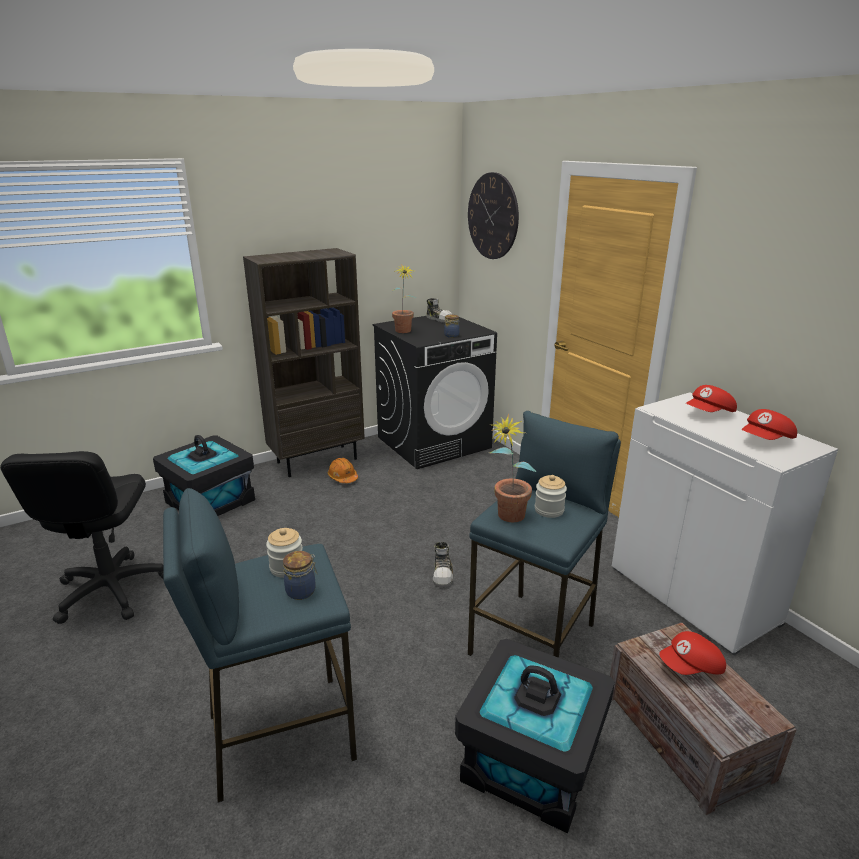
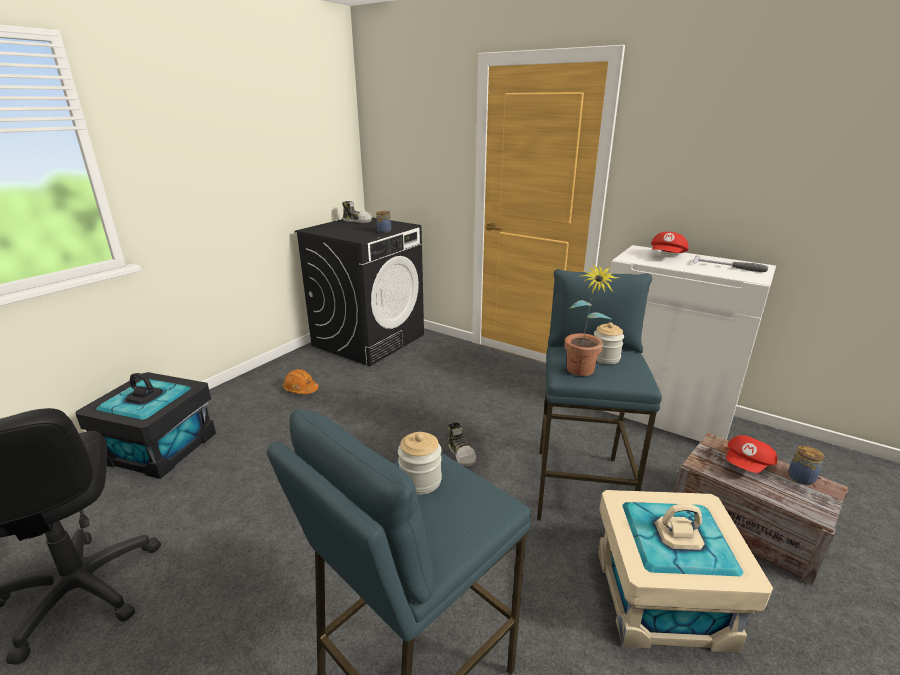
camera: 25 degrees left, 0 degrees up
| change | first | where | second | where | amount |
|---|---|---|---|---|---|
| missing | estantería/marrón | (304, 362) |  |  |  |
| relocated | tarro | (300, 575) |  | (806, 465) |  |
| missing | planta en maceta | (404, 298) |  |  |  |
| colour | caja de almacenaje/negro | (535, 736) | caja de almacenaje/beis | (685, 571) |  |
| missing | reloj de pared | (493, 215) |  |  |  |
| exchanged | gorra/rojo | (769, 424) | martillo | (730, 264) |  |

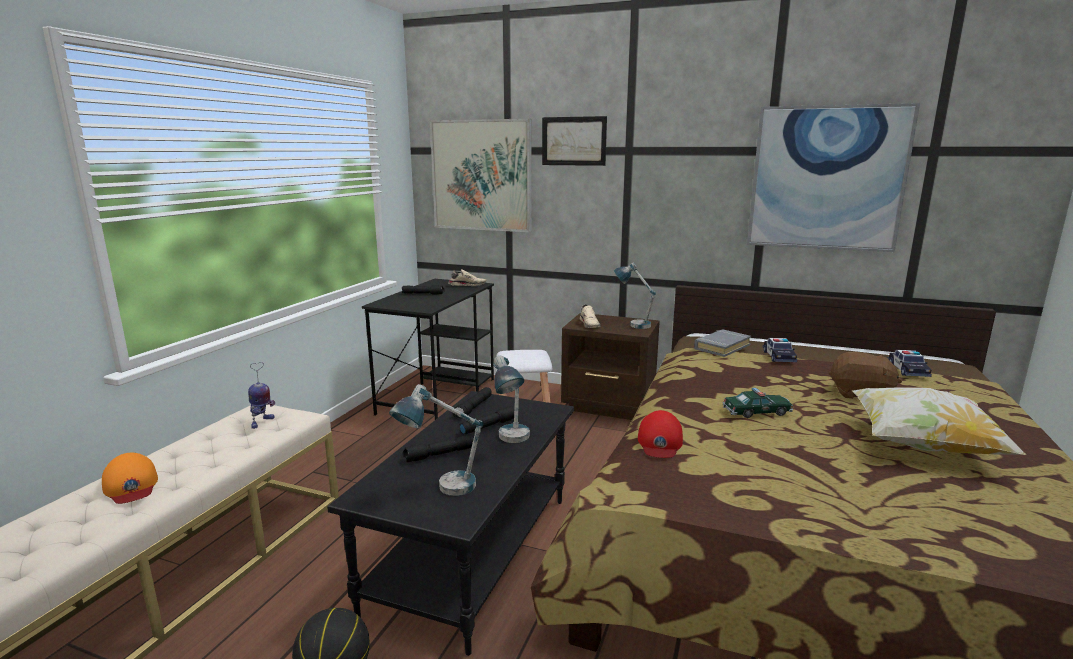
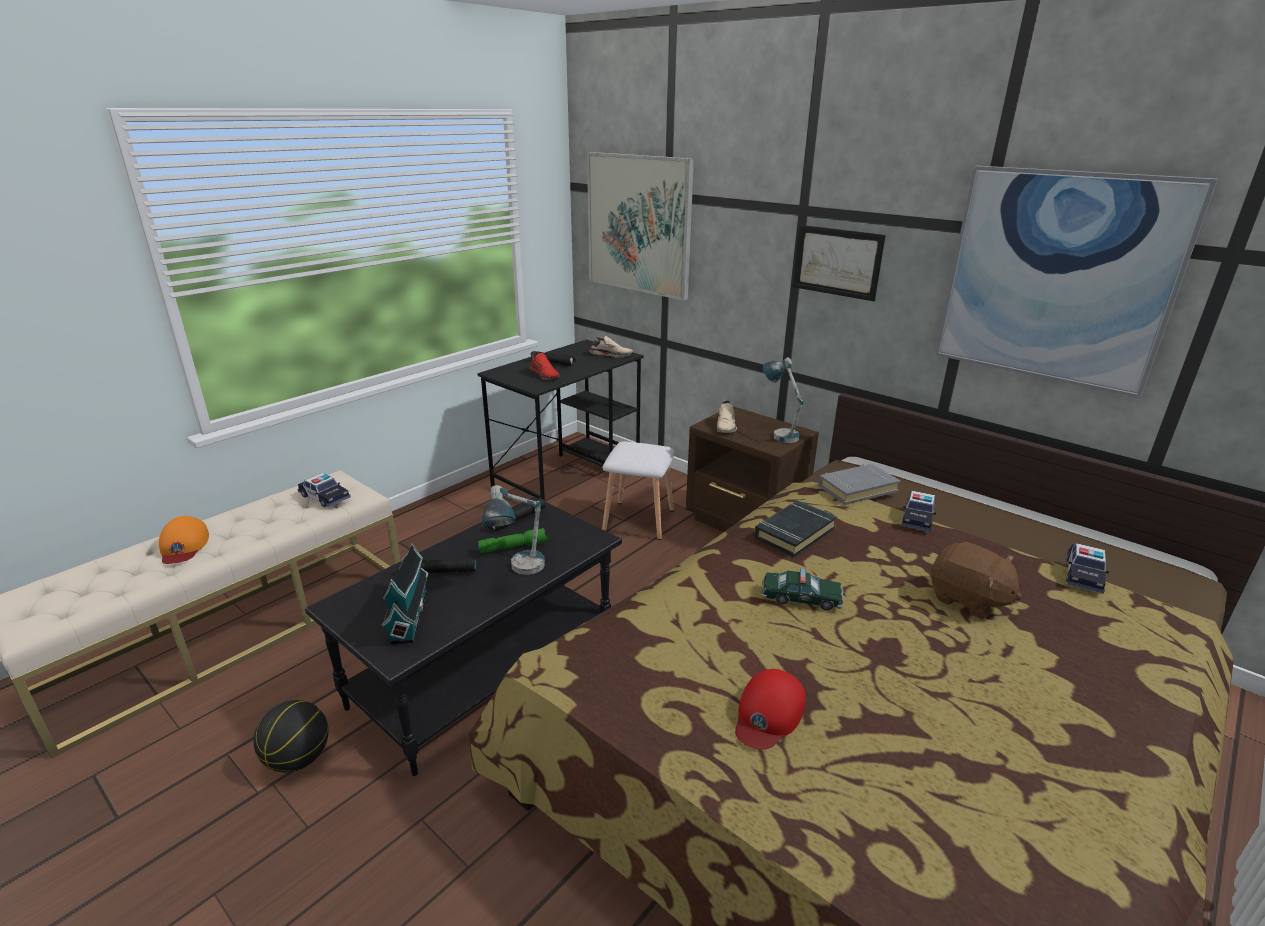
camera: 20 degrees right, 10 degrees up
| change | first | where | second | where | amount |
|---|---|---|---|---|---|
| exchanged | robot de juguete | (261, 395) | coche de juguete | (323, 490) |  |
| exchanged | lámpara de mesa | (436, 440) | casita | (405, 594) |  |
| colour | linterna/negro | (487, 420) | linterna/verde | (512, 540) |  |
| relocated | cuadro | (574, 141) |  | (839, 263) |  |
| relocated | gorra/rojo | (660, 434) |  | (770, 709) |  |
| missing | cojín | (938, 421) |  |  |  |
| appeared |  |  | zapato/rojo | (545, 366) |  |
| appeared |  |  | libro/negro | (795, 528) |  |

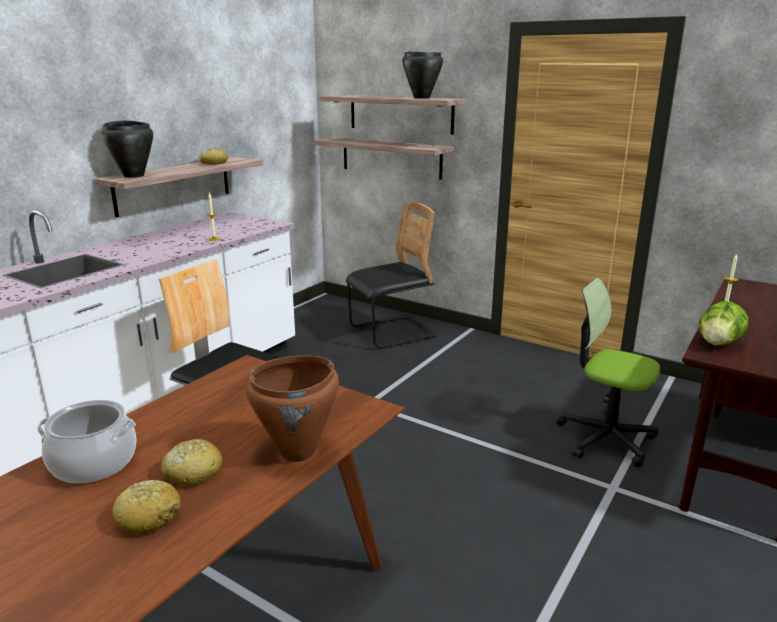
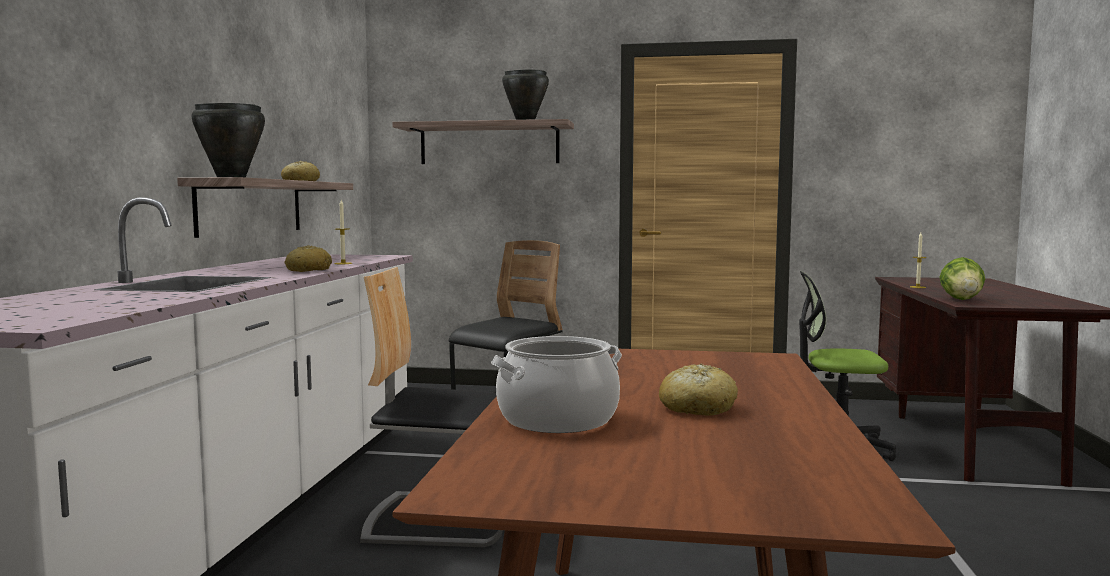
camera: 25 degrees left, 15 degrees down
| change | first | where | second | where | amount |
|---|---|---|---|---|---|
| relocated | pan | (146, 506) |  | (308, 258) |  |
| missing | olla/marrón | (292, 408) |  |  |  |
| missing | estante | (383, 158) |  |  |  |

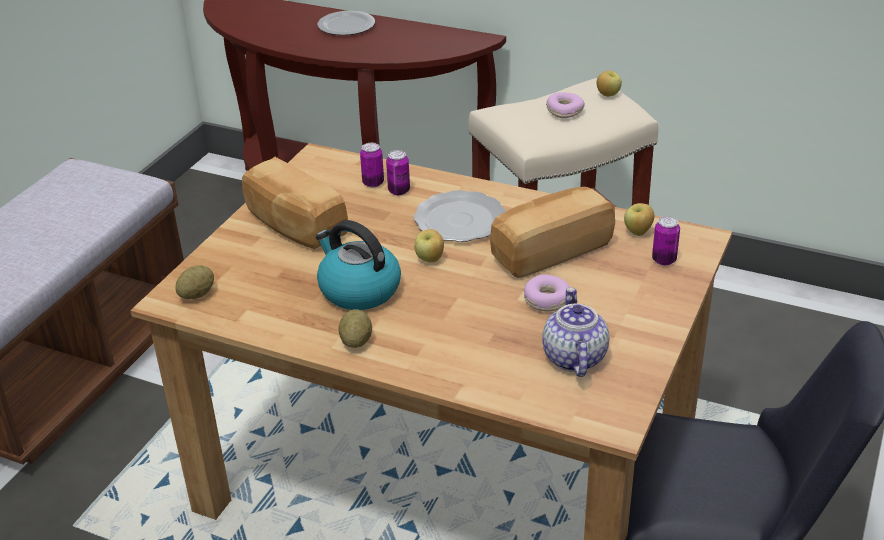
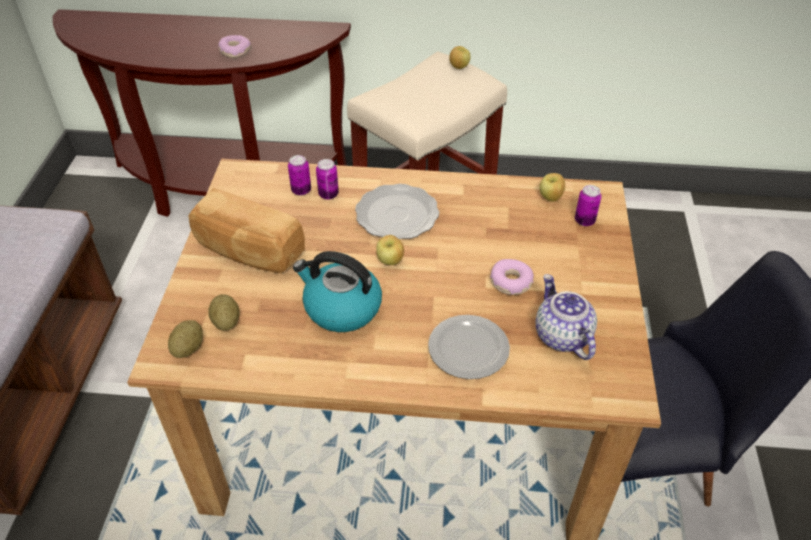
camera: 20 degrees left, 10 degrees up
| change | first | where | second | where | amount |
|---|---|---|---|---|---|
| relocated | plato | (346, 23) |  | (469, 347) |  |
| relocated | patata | (355, 328) |  | (224, 312) |  |
| missing | pan | (552, 232) |  |  |  |
| relocated | rosquilla | (565, 105) |  | (234, 46) |  |

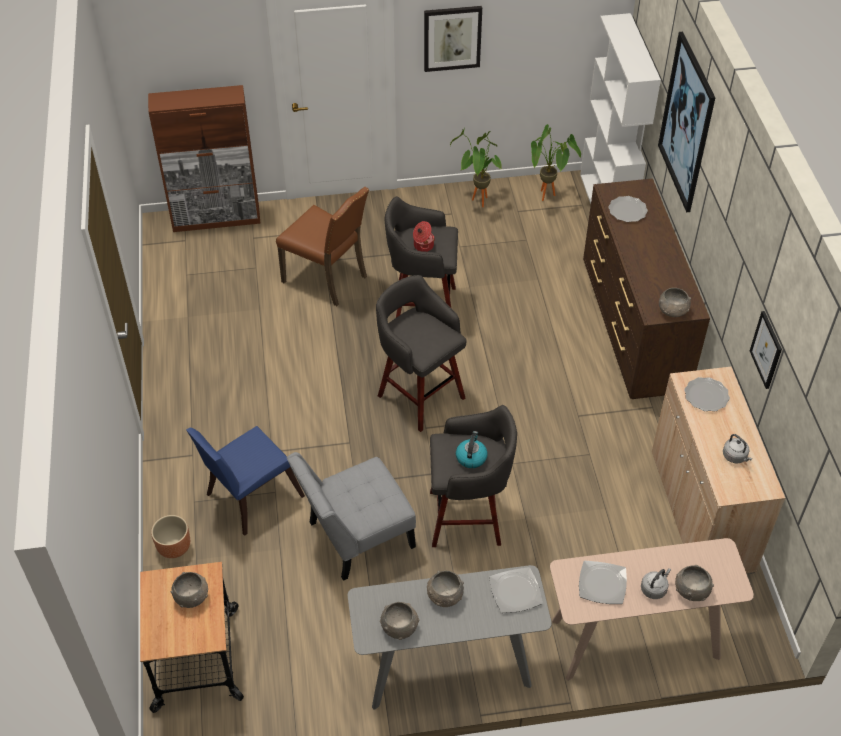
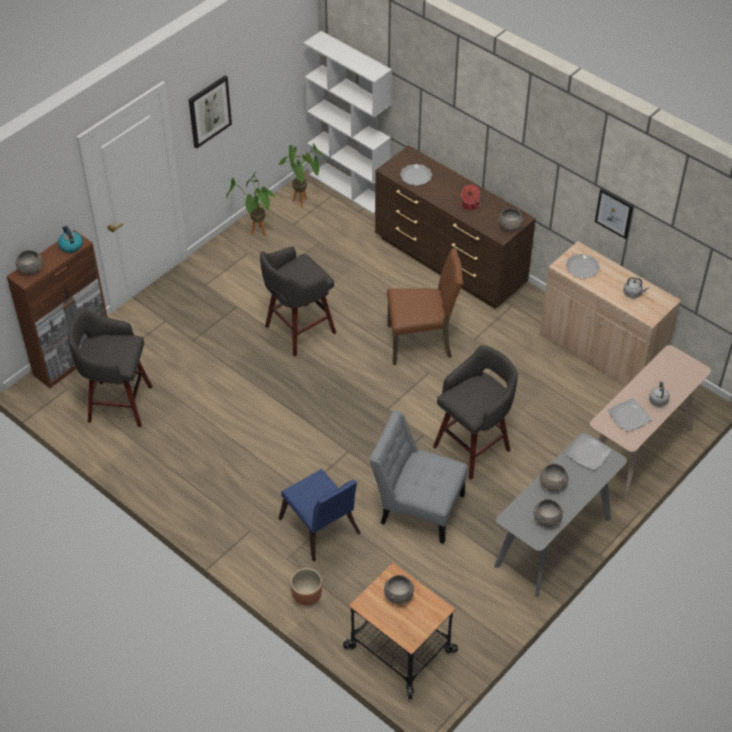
camera: 40 degrees left, 0 degrees up
| change | first | where | second | where | amount |
|---|---|---|---|---|---|
| spun | silla/azul | (245, 481) |  | (319, 515) | 45 degrees counterclockwise |
| relocated | silla/marrón | (322, 246) |  | (425, 306) |  |
| spun | silla/gris | (351, 516) |  | (418, 477) | 90 degrees clockwise |
| relocated | taburete/gris | (421, 353) |  | (110, 367) |  |
| relocated | olla | (424, 236) |  | (471, 197) |  |
| relocated | hervidor | (472, 449) |  | (70, 239) |  |
| missing | cuadro | (686, 122) |  |  |  |
| relocated | cuenco/gris | (694, 583) |  | (29, 262) |  |

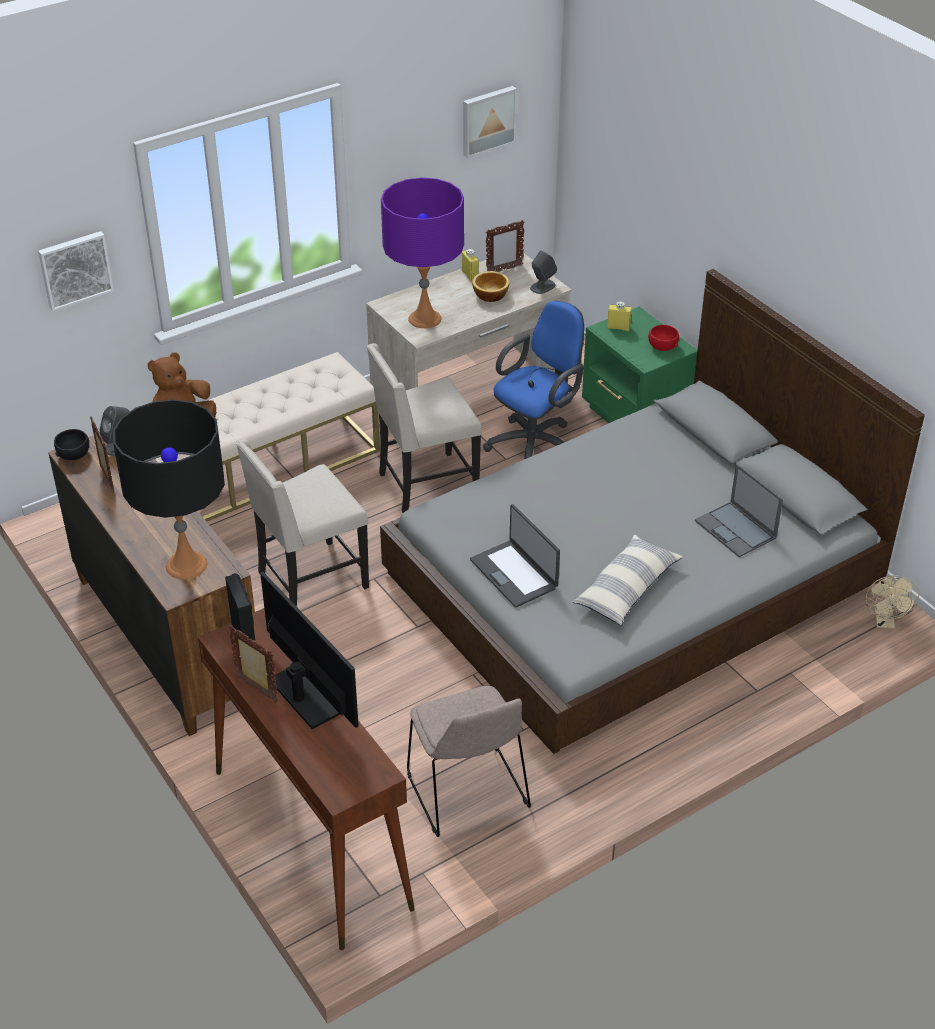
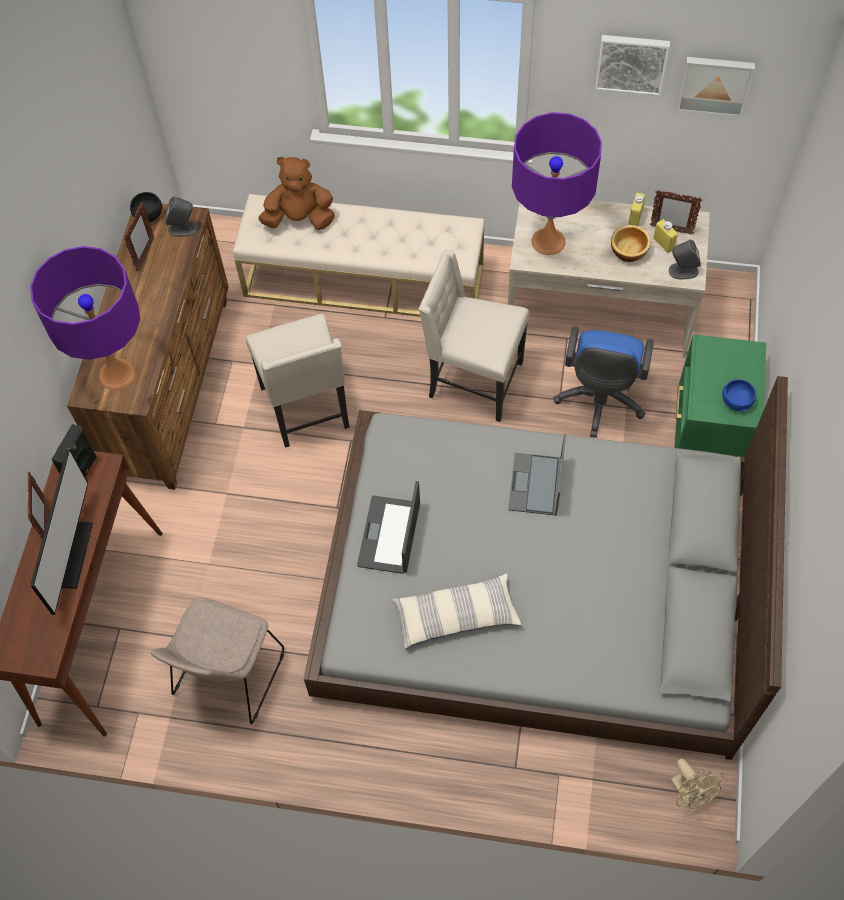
camera: 45 degrees right, 20 degrees up
| change | first | where | second | where | amount |
|---|---|---|---|---|---|
| relocated | cuadro | (76, 271) |  | (632, 65) |  |
| colour | lámpara de mesa/negro | (169, 489) | lámpara de mesa/morado | (85, 318) |  |
| spun | silla/beis | (302, 523) |  | (297, 380) | 120 degrees counterclockwise |
| spun | silla de oficina/azul | (533, 380) |  | (603, 382) | 105 degrees clockwise |
| relocated | botella/amarillo | (619, 316) |  | (665, 236) |  |
| colour | cuenco/rojo | (663, 338) | cuenco/azul | (739, 395) |  |
| relocated | portátil | (739, 510) |  | (537, 475) |  |
| spun | ventilador/beis | (892, 602) |  | (697, 783) | 75 degrees counterclockwise |

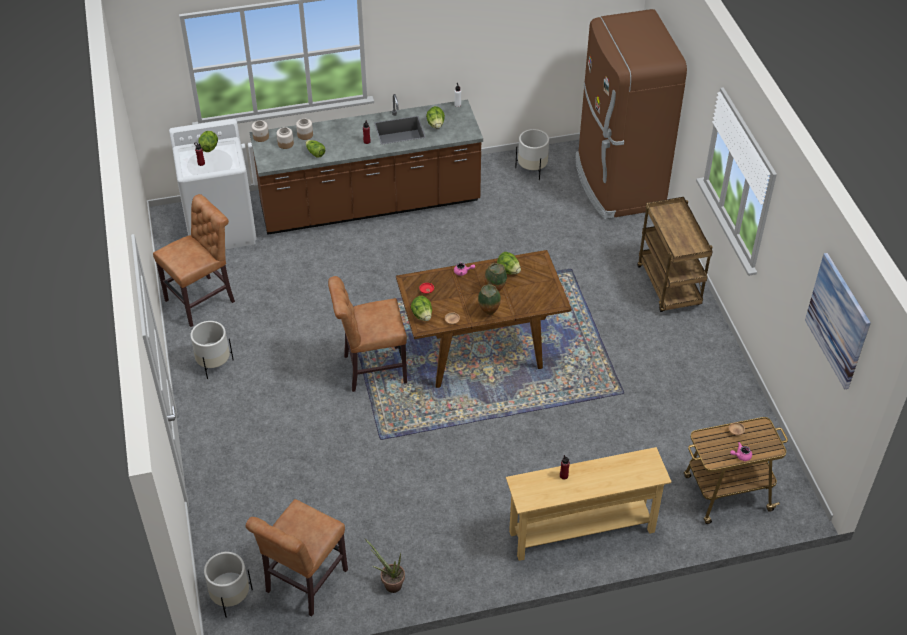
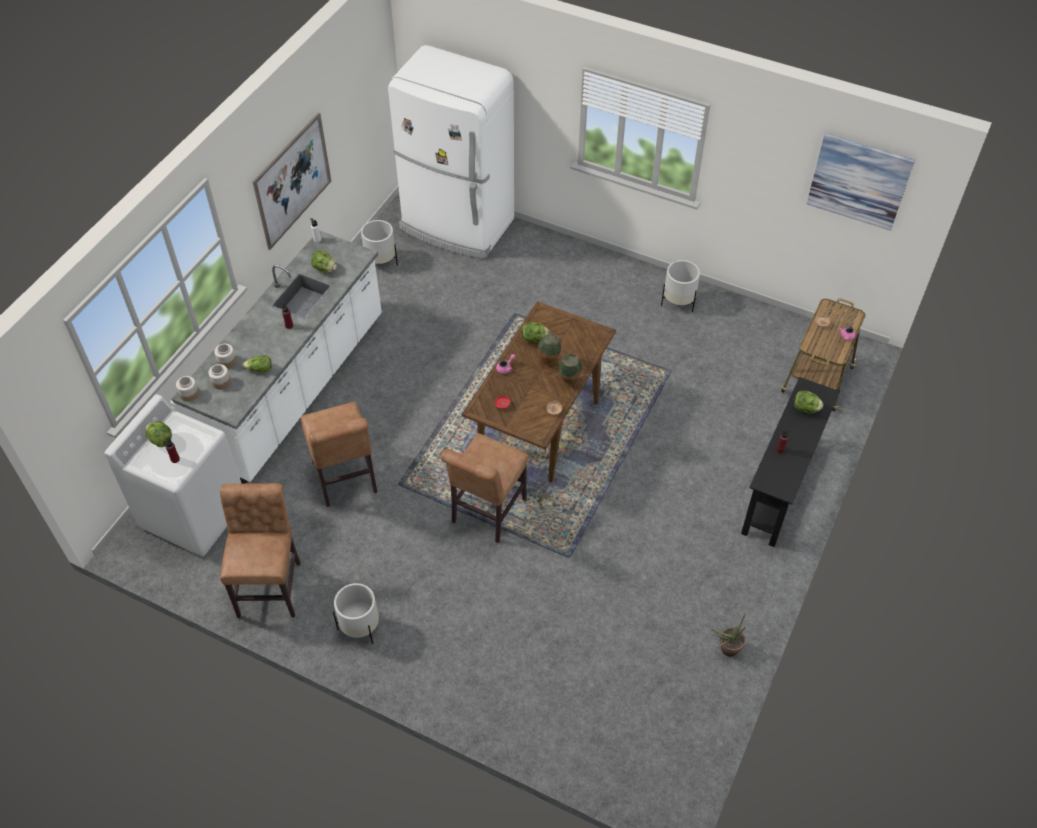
camera: 50 degrees left, 5 degrees up
| change | first | where | second | where | amount |
|---|---|---|---|---|---|
| relocated | maceta/blanco | (228, 585) |  | (680, 286) |  |
| relocated | silla/marrón | (297, 558) |  | (339, 454) |  |
| colour | mueble bajo de cocina/marrón | (366, 164) | mueble bajo de cocina/blanco | (277, 357) |  |
| relocated | lechuga | (421, 308) |  | (808, 402) |  |
| colour | mesa consola/beis | (589, 504) | mesa consola/negro | (790, 462) |  |
| colour | nevera/marrón | (631, 114) | nevera/blanco | (451, 152) |  |
| missing | carrito/marrón | (675, 254) |  |  |  |
| appeared |  |  | cuadro | (291, 181) |  |

